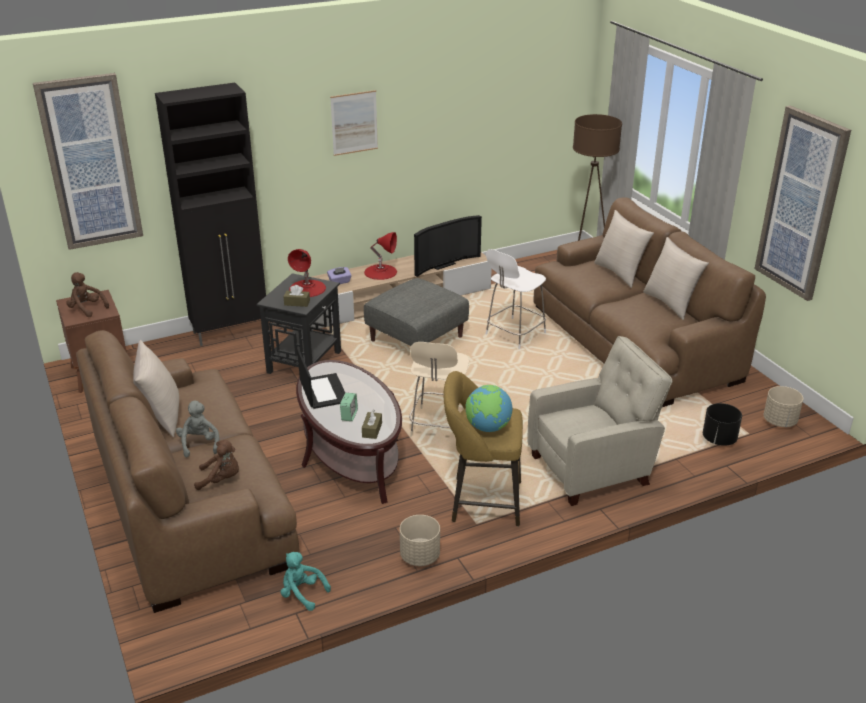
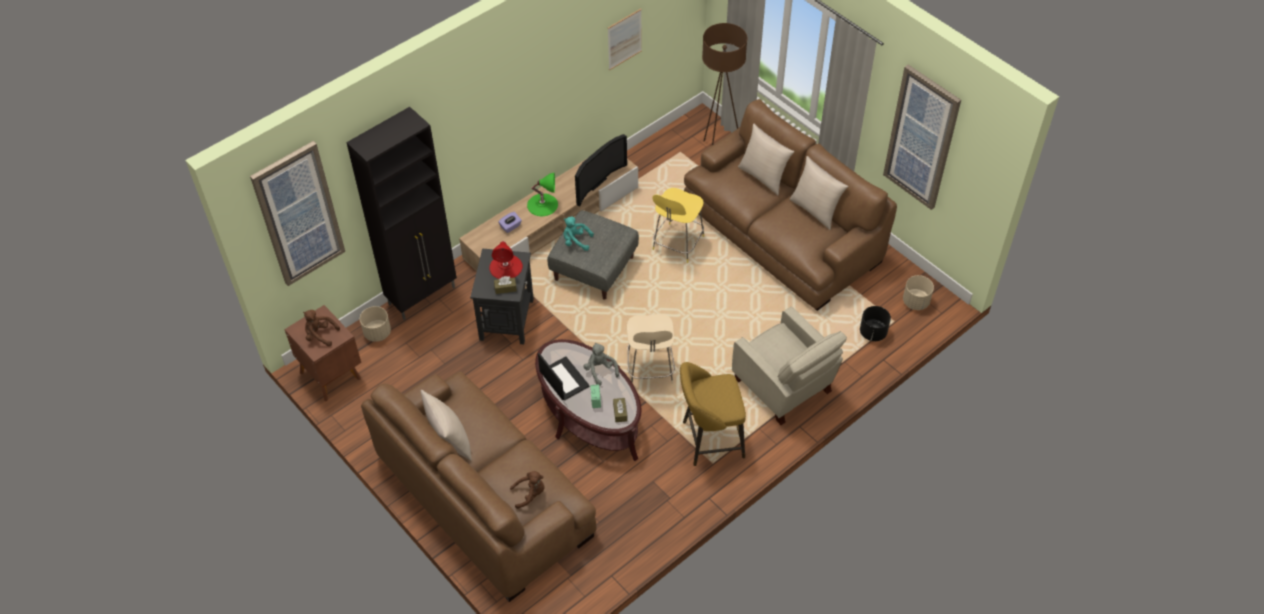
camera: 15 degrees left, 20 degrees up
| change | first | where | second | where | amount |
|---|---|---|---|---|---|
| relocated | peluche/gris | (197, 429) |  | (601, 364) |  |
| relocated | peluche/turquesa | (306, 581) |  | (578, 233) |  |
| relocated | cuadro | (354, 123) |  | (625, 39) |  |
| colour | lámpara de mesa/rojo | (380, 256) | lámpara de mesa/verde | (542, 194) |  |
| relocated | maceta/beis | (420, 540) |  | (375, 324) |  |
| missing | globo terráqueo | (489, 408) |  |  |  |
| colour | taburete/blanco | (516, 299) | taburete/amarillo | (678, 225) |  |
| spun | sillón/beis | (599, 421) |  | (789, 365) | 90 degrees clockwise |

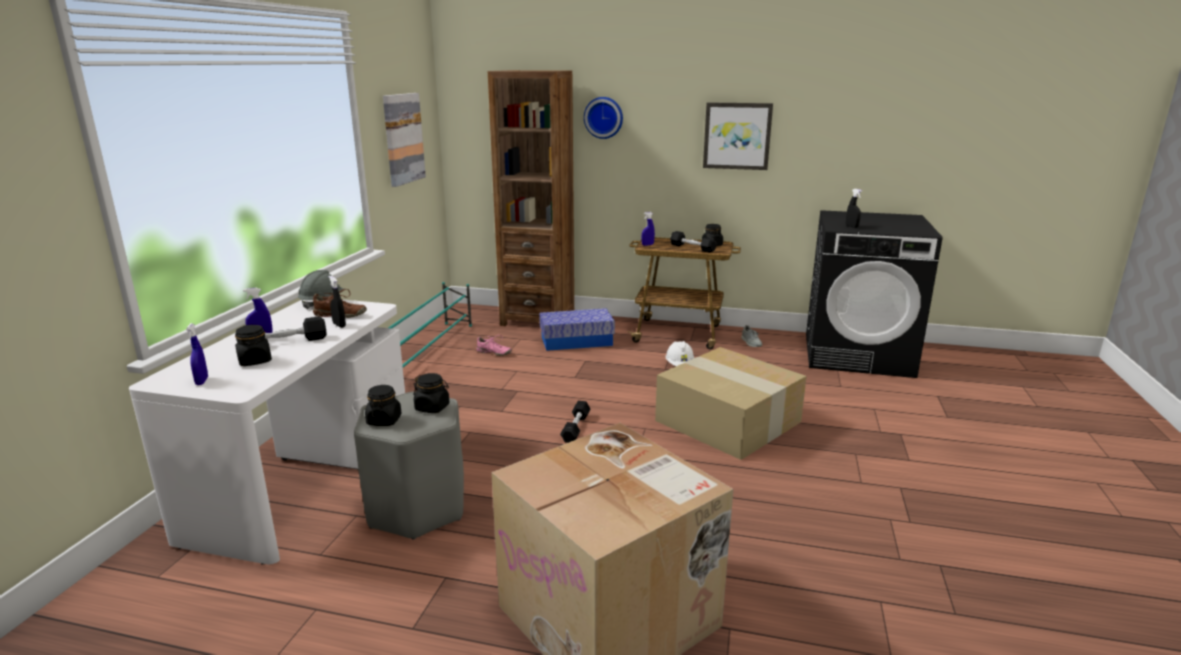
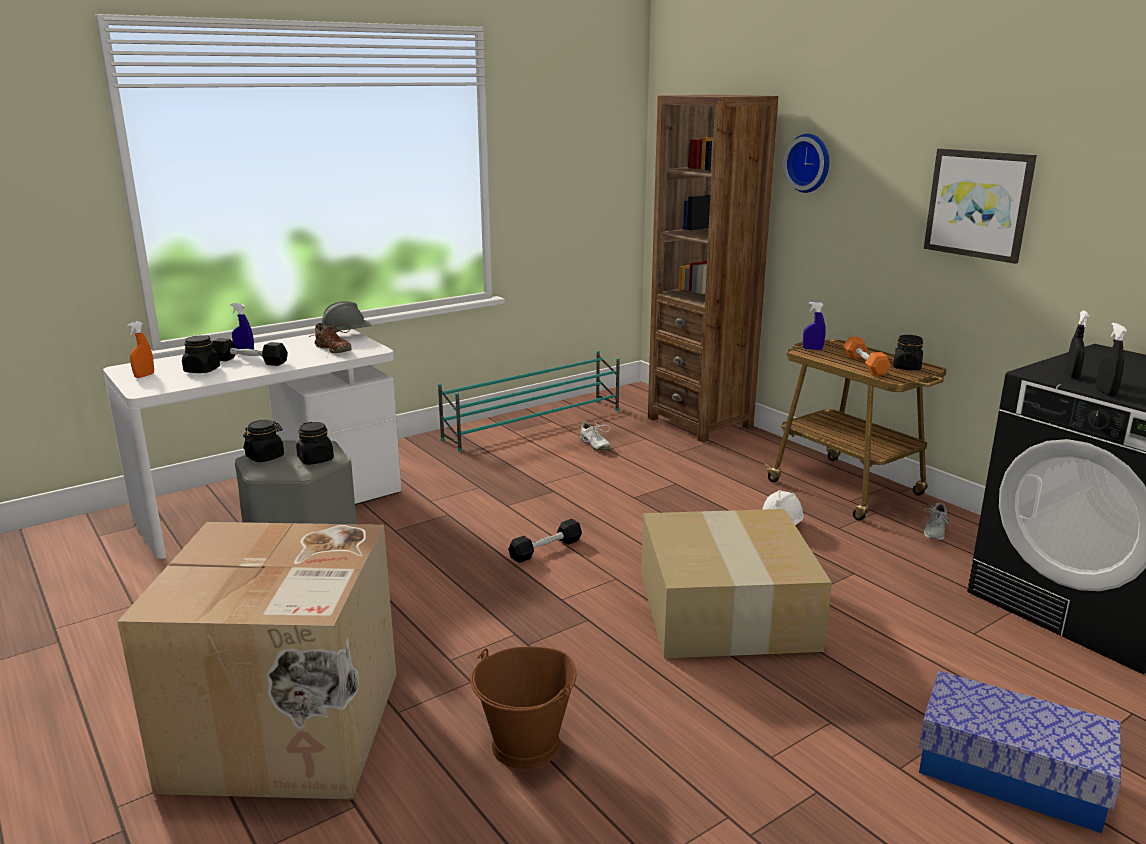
camera: 40 degrees right, 0 degrees up
| change | first | where | second | where | amount |
|---|---|---|---|---|---|
| colour | pulverizador/azul | (197, 354) | pulverizador/naranja | (140, 349) |  |
| relocated | pulverizador/negro | (337, 302) |  | (1111, 359) |  |
| missing | cuadro | (404, 140) |  |  |  |
| colour | zapato/rosa | (494, 345) | zapato/blanco | (593, 436) |  |
| relocated | caja de almacenaje | (577, 329) |  | (1020, 752) |  |
| colour | mancuerna/negro | (693, 242) | mancuerna/naranja | (867, 356) |  |
| appeared |  |  | cubo/marrón | (523, 708) |  |

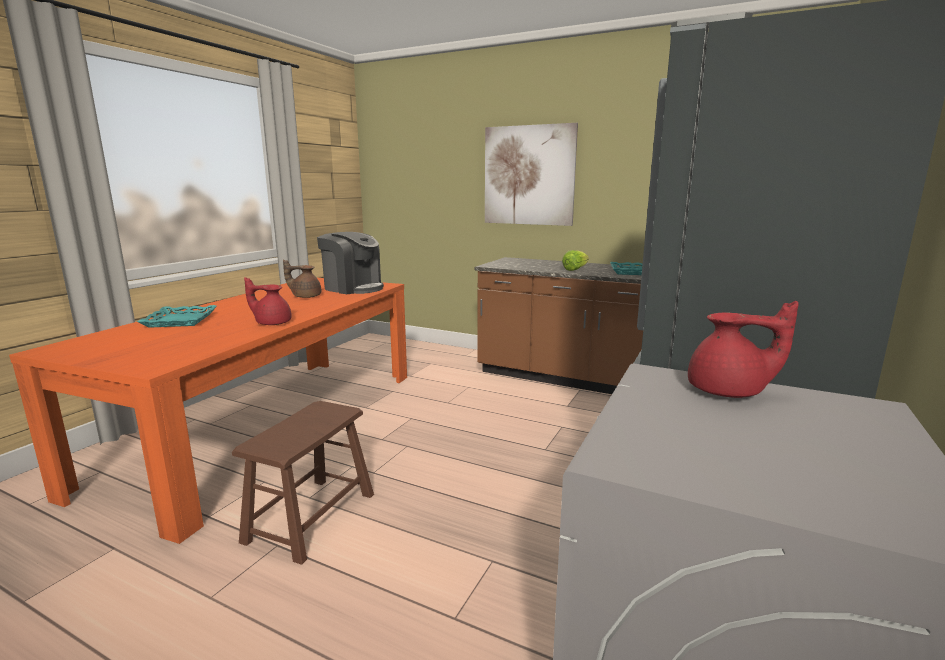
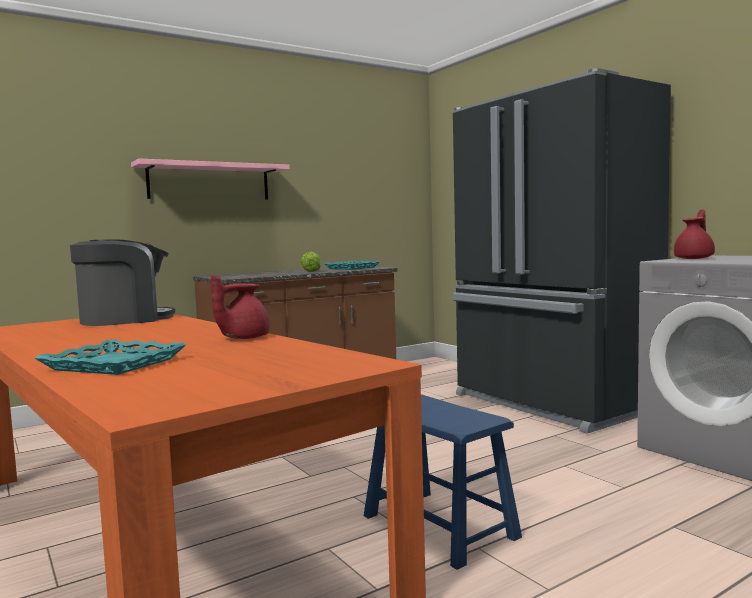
camera: 60 degrees left, 10 degrees down
| change | first | where | second | where | amount |
|---|---|---|---|---|---|
| colour | taburete/marrón | (303, 482) | taburete/azul | (443, 482) |  |
| missing | tetera/marrón | (302, 278) |  |  |  |
| exchanged | cuadro | (531, 174) | estante/rosa | (210, 179) |  |

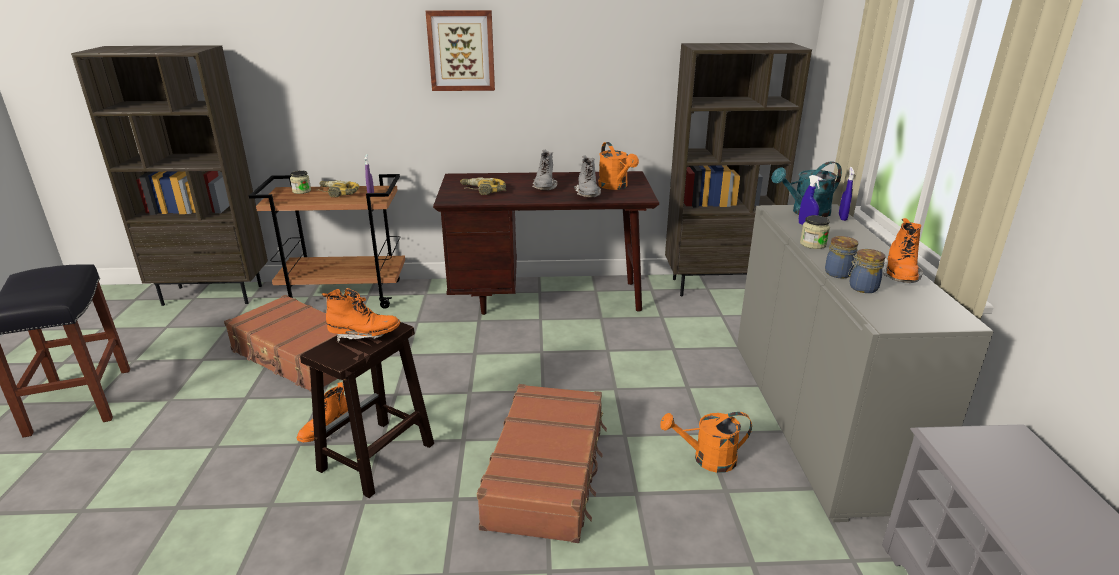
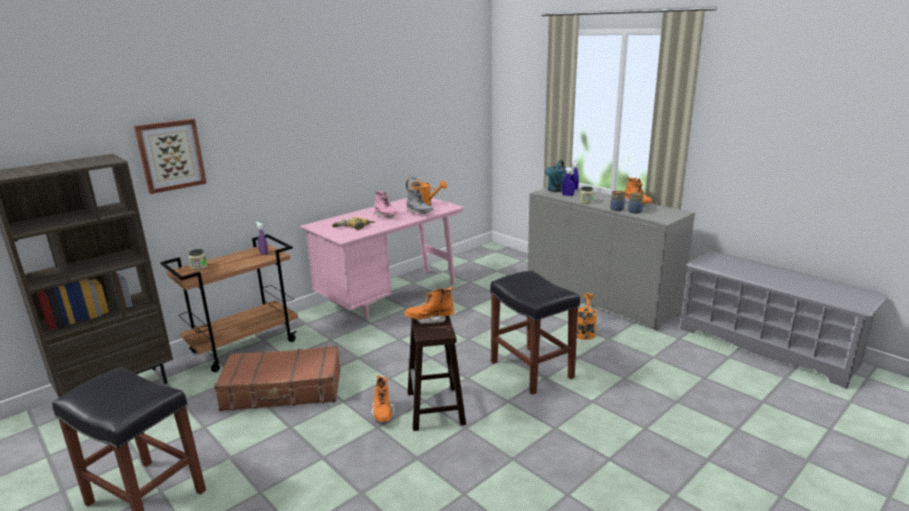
camera: 40 degrees left, 5 degrees down
| change | first | where | second | where | amount |
|---|---|---|---|---|---|
| missing | taladro | (338, 188) |  |  |  |
| spun | bota/naranja | (361, 315) |  | (429, 305) | 150 degrees counterclockwise |
| relocated | cuadro | (460, 50) |  | (170, 156) |  |
| colour | escritorio/marrón | (546, 243) | escritorio/rosa | (382, 259) |  |
| exchanged | maleta/marrón | (542, 463) | taburete/negro | (535, 333) |  |
| colour | bota/gris | (544, 170) | bota/rosa | (386, 204) |  |
| spun | regadera/naranja | (706, 442) |  | (587, 316) | 150 degrees clockwise |
| missing | estantería/marrón | (738, 169) |  |  |  |

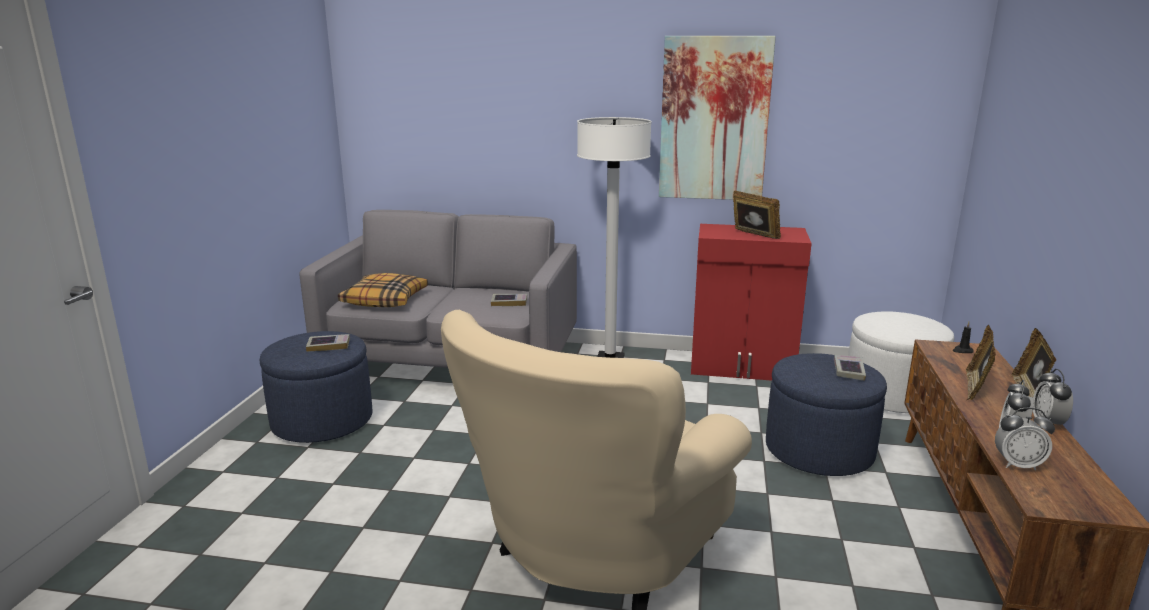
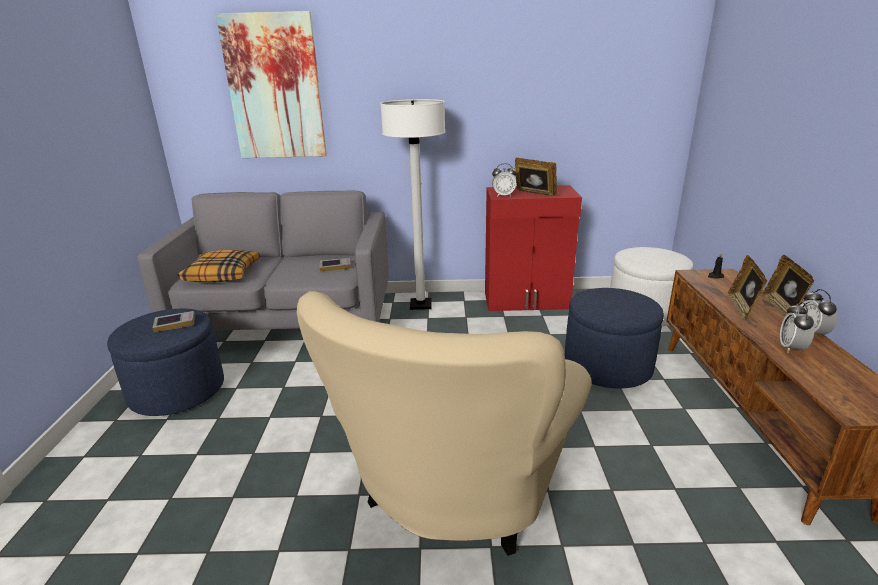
camera: 10 degrees left, 5 degrees up
| change | first | where | second | where | amount |
|---|---|---|---|---|---|
| relocated | cuadro | (717, 118) |  | (271, 84) |  |
| missing | libro | (850, 368) |  |  |  |
| relocated | despertador | (1025, 439) |  | (504, 180) |  |

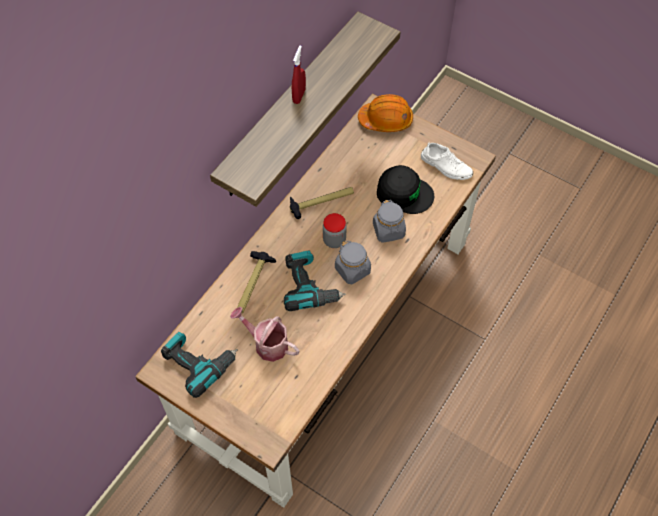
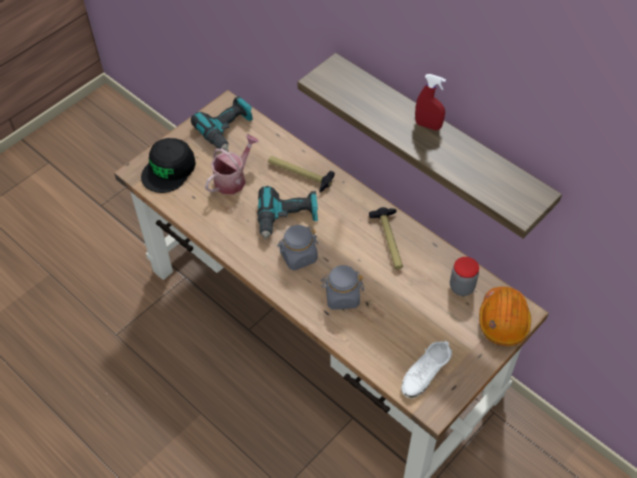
camera: 100 degrees right, 5 degrees down
| change | first | where | second | where | amount |
|---|---|---|---|---|---|
| relocated | tarro | (335, 230) |  | (464, 276) |  |
| relocated | gorra/negro | (405, 189) |  | (168, 165) |  |

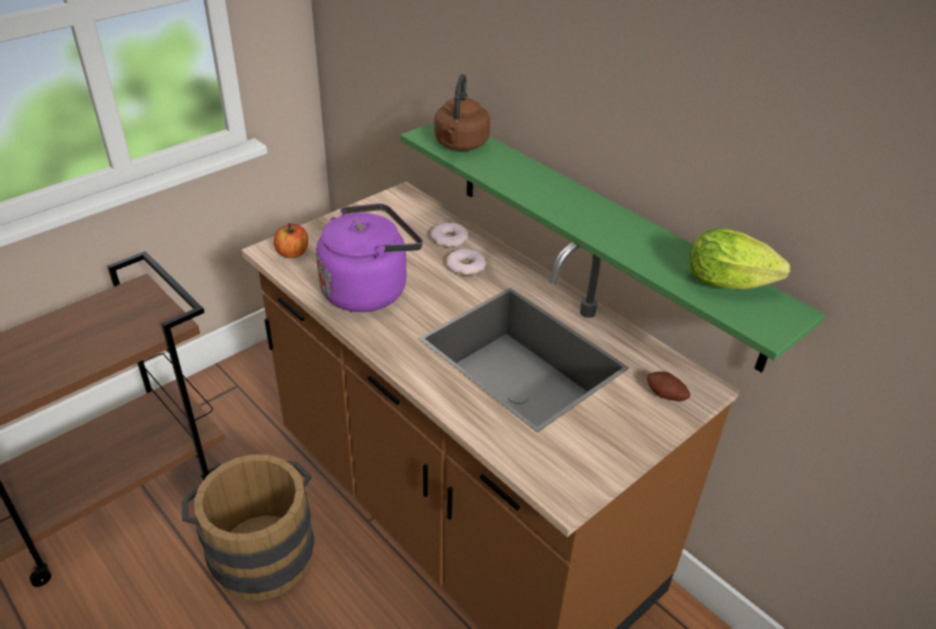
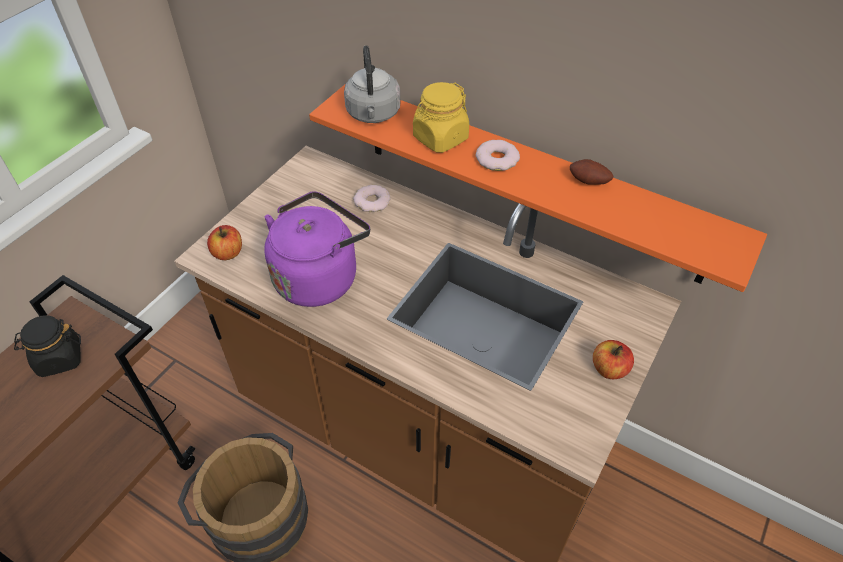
camera: 15 degrees left, 10 degrees up
| change | first | where | second | where | amount |
|---|---|---|---|---|---|
| colour | estante/verde | (612, 247) | estante/naranja | (538, 188) |  |
| colour | hervidor/marrón | (462, 112) | hervidor/gris | (372, 84) |  |
| relocated | rosquilla | (466, 262) |  | (497, 155) |  |
| relocated | patata | (668, 386) |  | (592, 172) |  |
| missing | lechuga | (740, 258) |  |  |  |
| appeared |  |  | tarro/negro | (47, 346) |  |
| appeared |  |  | tarro/amarillo | (441, 117) |  |
| appeared |  |  | manzana | (613, 359) |  |

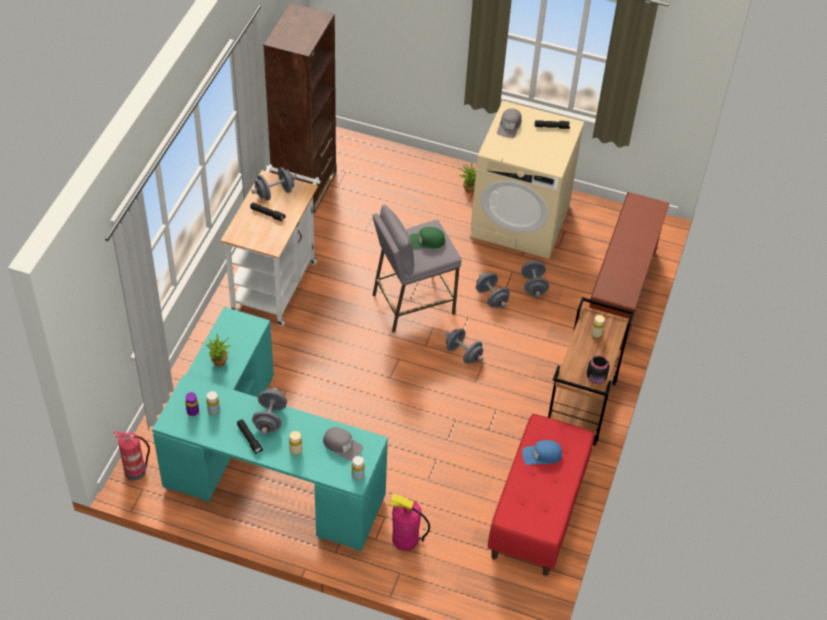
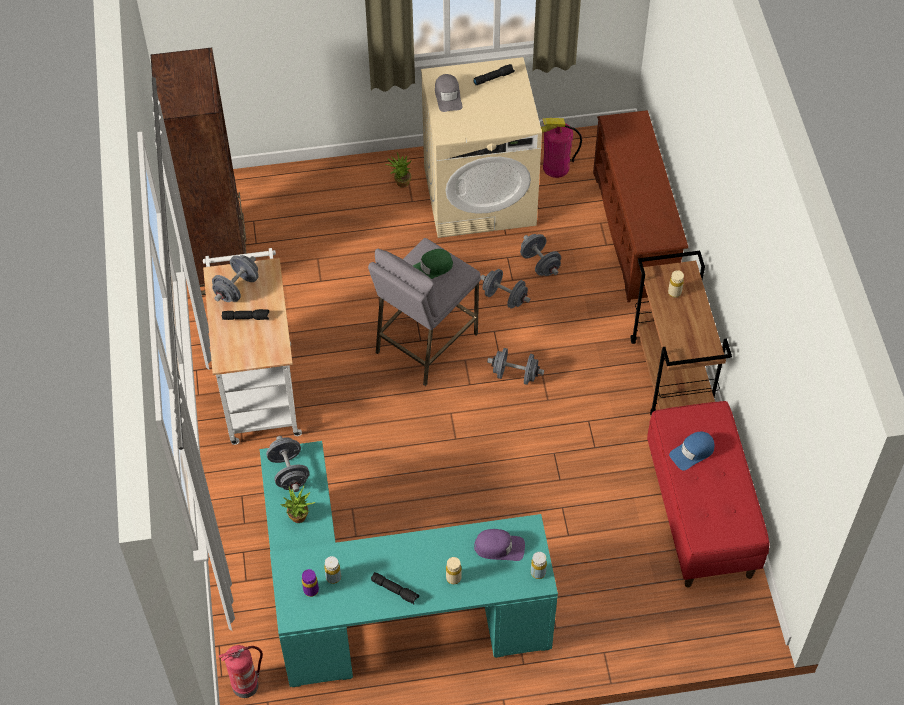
camera: 25 degrees left, 5 degrees up
| change | first | where | second | where | amount |
|---|---|---|---|---|---|
| relocated | mancuerna/gris | (269, 411) |  | (288, 464) |  |
| colour | gorra/gris | (343, 444) | gorra/morado | (499, 545) |  |
| relocated | extintor | (409, 522) |  | (561, 148) |  |
| missing | tarro/negro | (598, 369) |  |  |  |

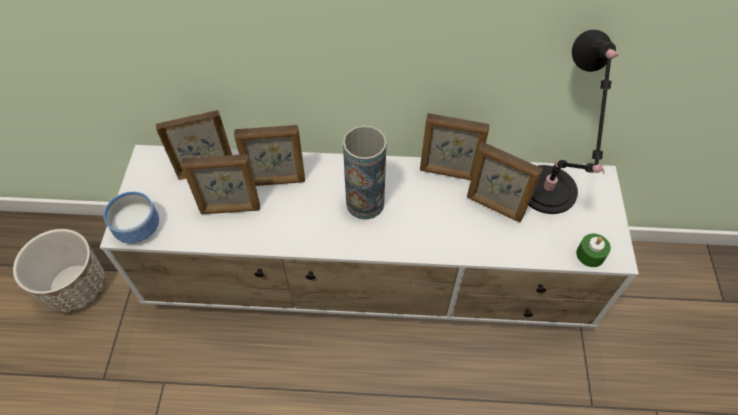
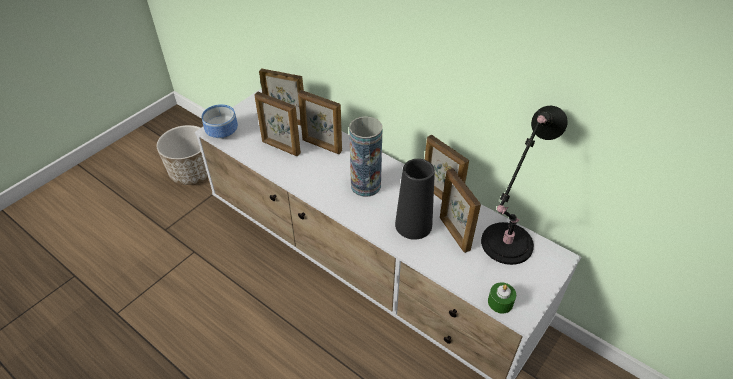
camera: 35 degrees right, 10 degrees down
| change | first | where | second | where | amount |
|---|---|---|---|---|---|
| appeared |  |  | florero/negro | (415, 199) |  |

